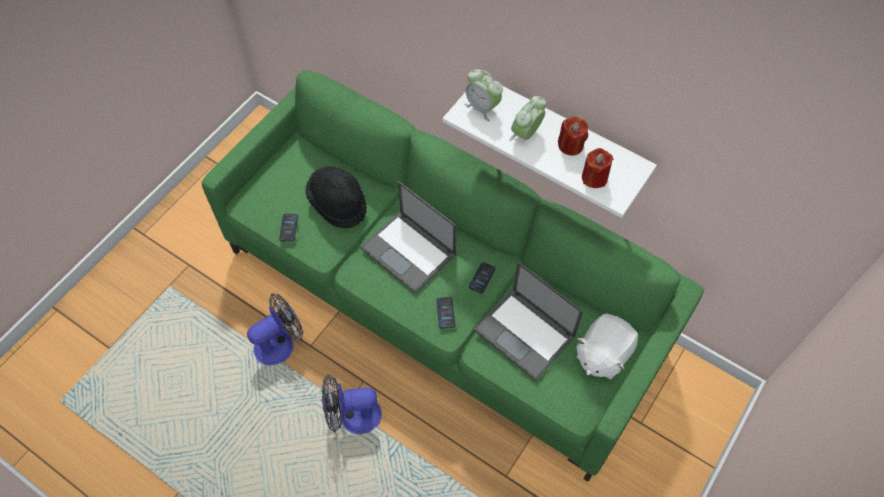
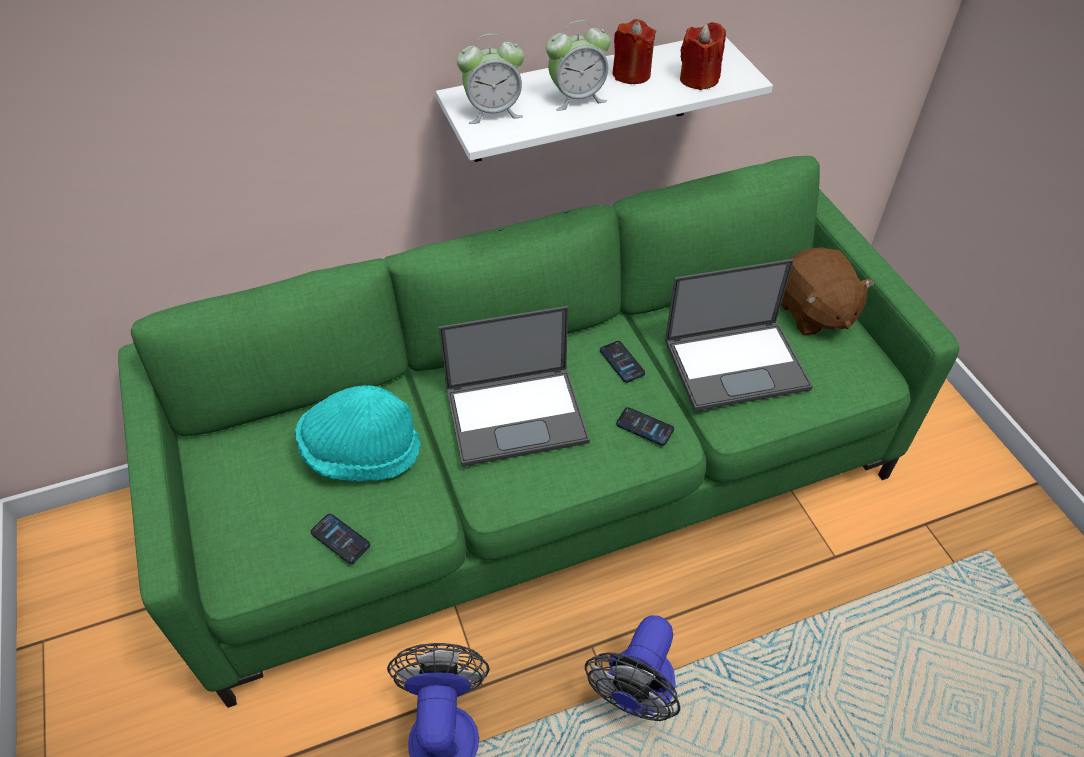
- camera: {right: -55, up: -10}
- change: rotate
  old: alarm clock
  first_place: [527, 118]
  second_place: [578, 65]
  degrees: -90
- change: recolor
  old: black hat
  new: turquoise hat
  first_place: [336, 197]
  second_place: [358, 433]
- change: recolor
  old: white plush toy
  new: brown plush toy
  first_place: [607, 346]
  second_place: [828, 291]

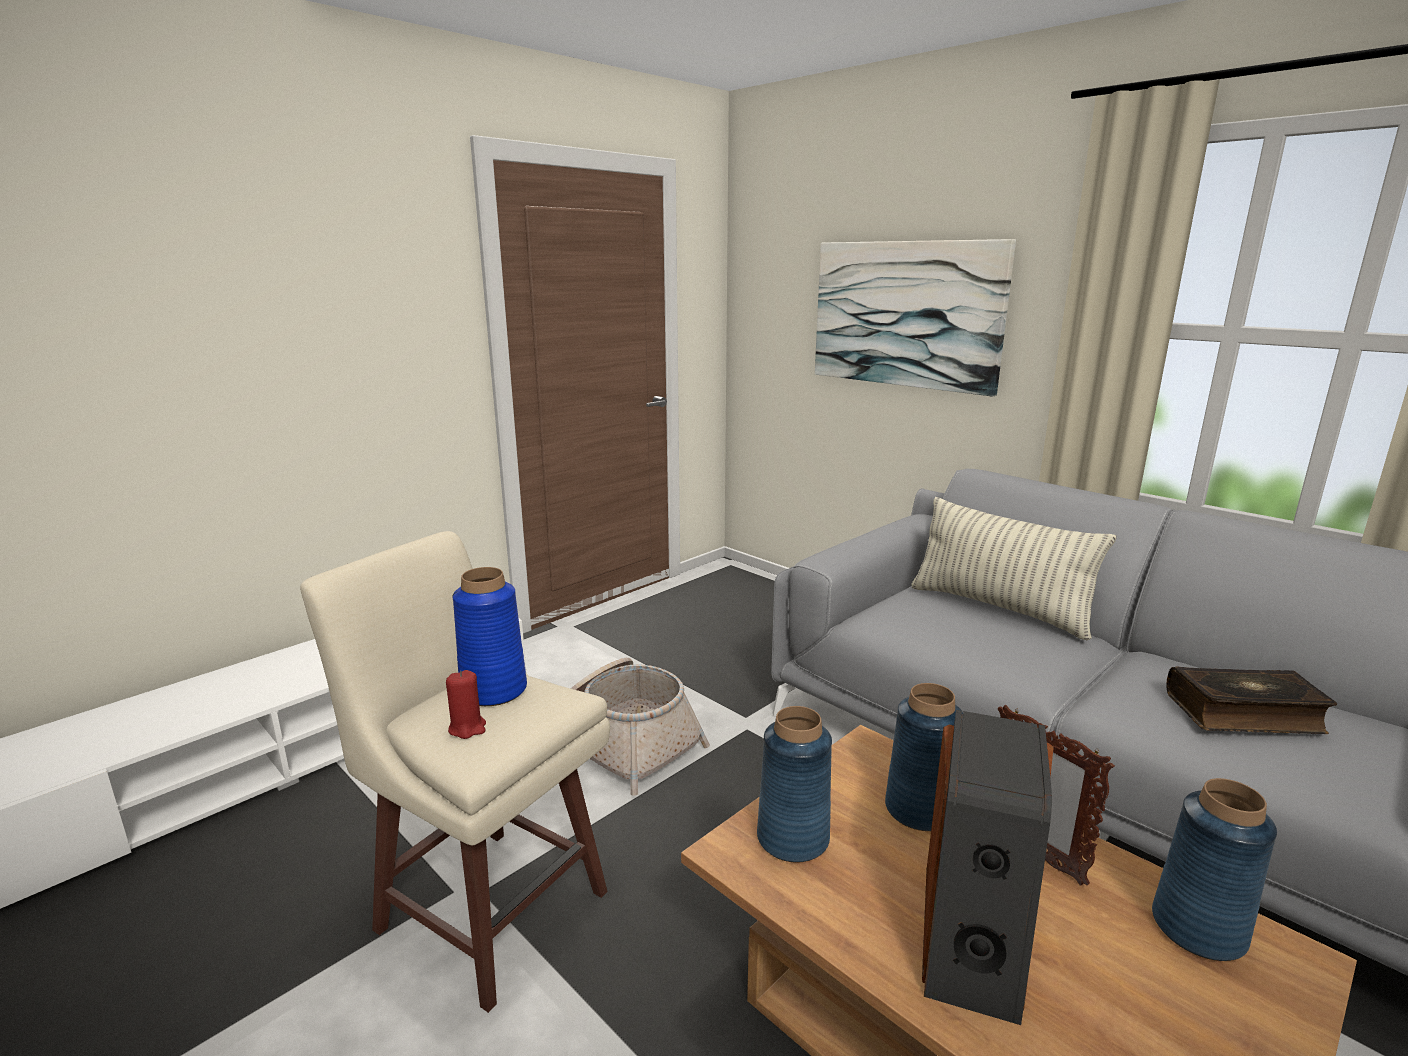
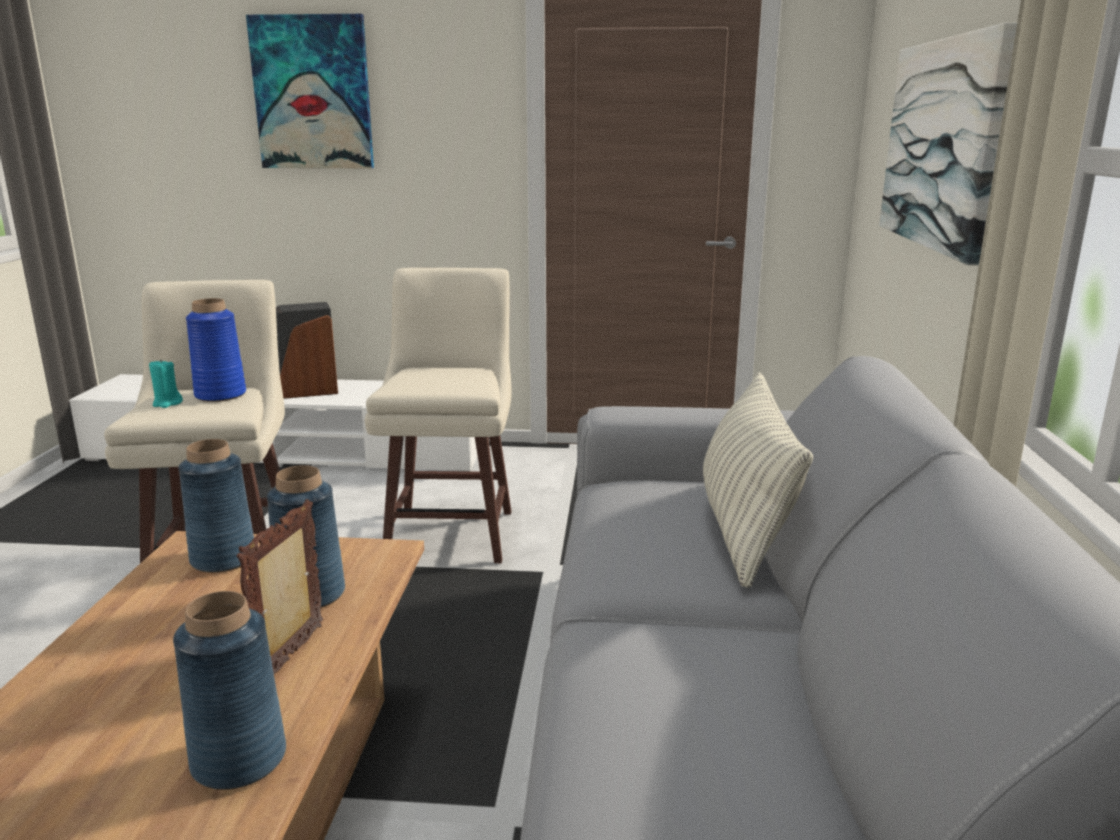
- camera: {right: 50, up: 0}
- change: replace
  old: basket
  new: beige stool
  first_place: [640, 727]
  second_place: [438, 415]
- change: delete
  old: book
  first_place: [1252, 700]
- change: recolor
  old: red candle
  new: turquoise candle
  first_place: [466, 704]
  second_place: [166, 383]
- change: move
  old: speaker
  first_place: [988, 867]
  second_place: [307, 350]
- change: insert
  new: picture
  second_place: [310, 91]

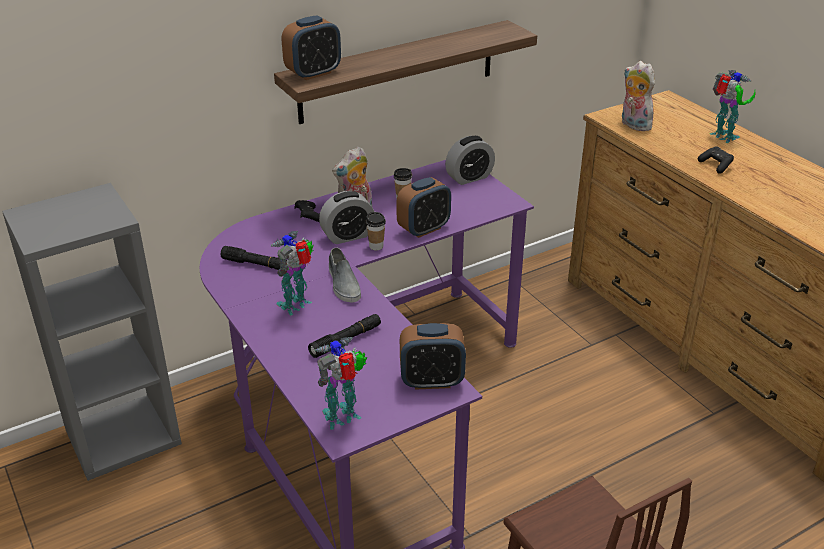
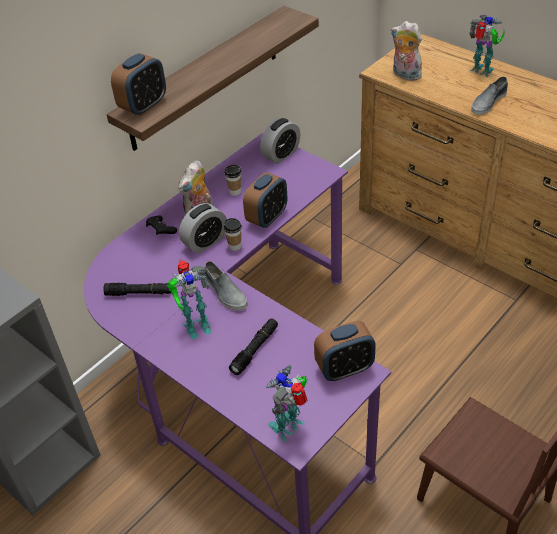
- camera: {right: -15, up: 10}
- change: replace
  old: black game controller
  new: grey shoe
  first_place: [716, 160]
  second_place: [489, 95]
- change: rotate
  old: toy robot
  first_place: [292, 273]
  second_place: [189, 299]
  degrees: -135

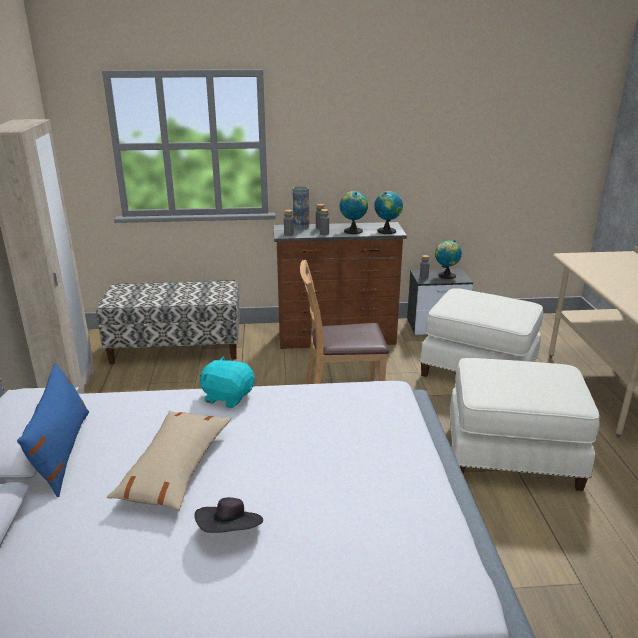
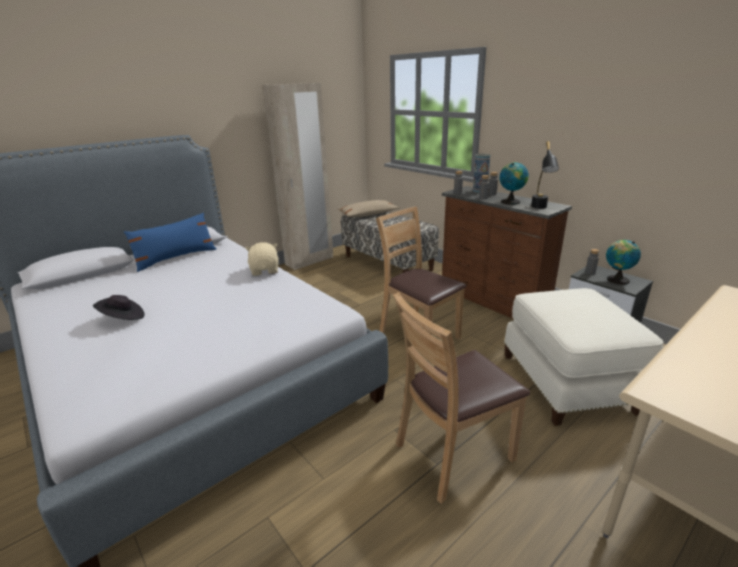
- camera: {right: 55, up: 0}
- change: replace
  old: globe
  new: black table lamp
  first_place: [388, 212]
  second_place: [545, 175]
- change: recolor
  old: turquoise plush toy
  new: beige plush toy
  first_place: [227, 382]
  second_place: [262, 259]
- change: replace
  old: white ottoman
  new: brown chair
  first_place: [524, 424]
  second_place: [461, 398]
- change: move
  old: beige pillow
  first_place: [169, 461]
  second_place: [369, 208]

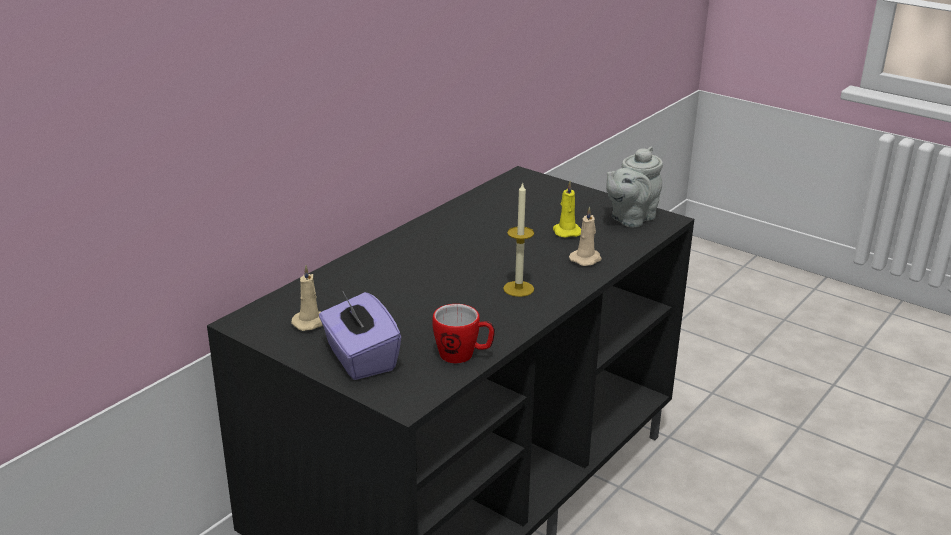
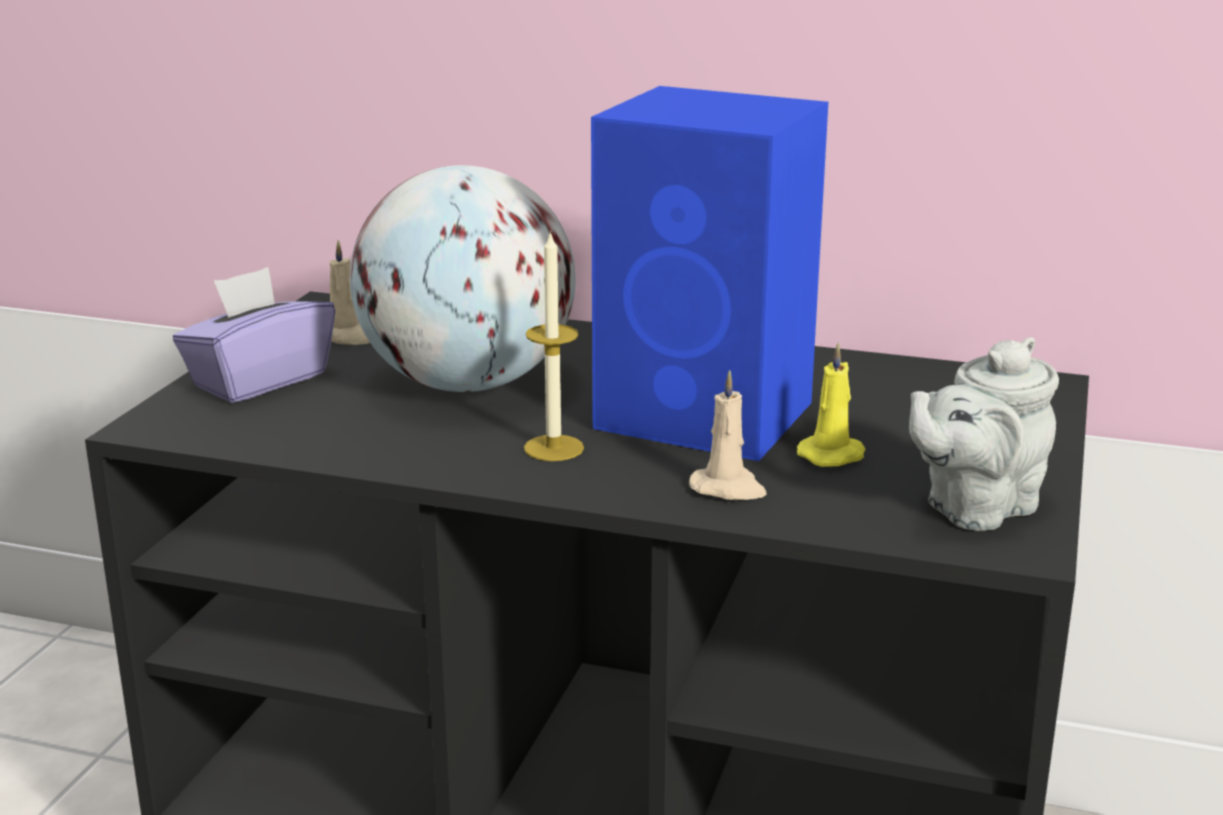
- camera: {right: 70, up: -5}
- change: rotate
  old: grey teapot
  first_place: [634, 187]
  second_place: [984, 434]
  degrees: -60
- change: delete
  old: mug
  first_place: [464, 333]
- change: insert
  new: blue speaker
  second_place: [709, 273]
- change: insert
  new: globe
  second_place: [462, 278]

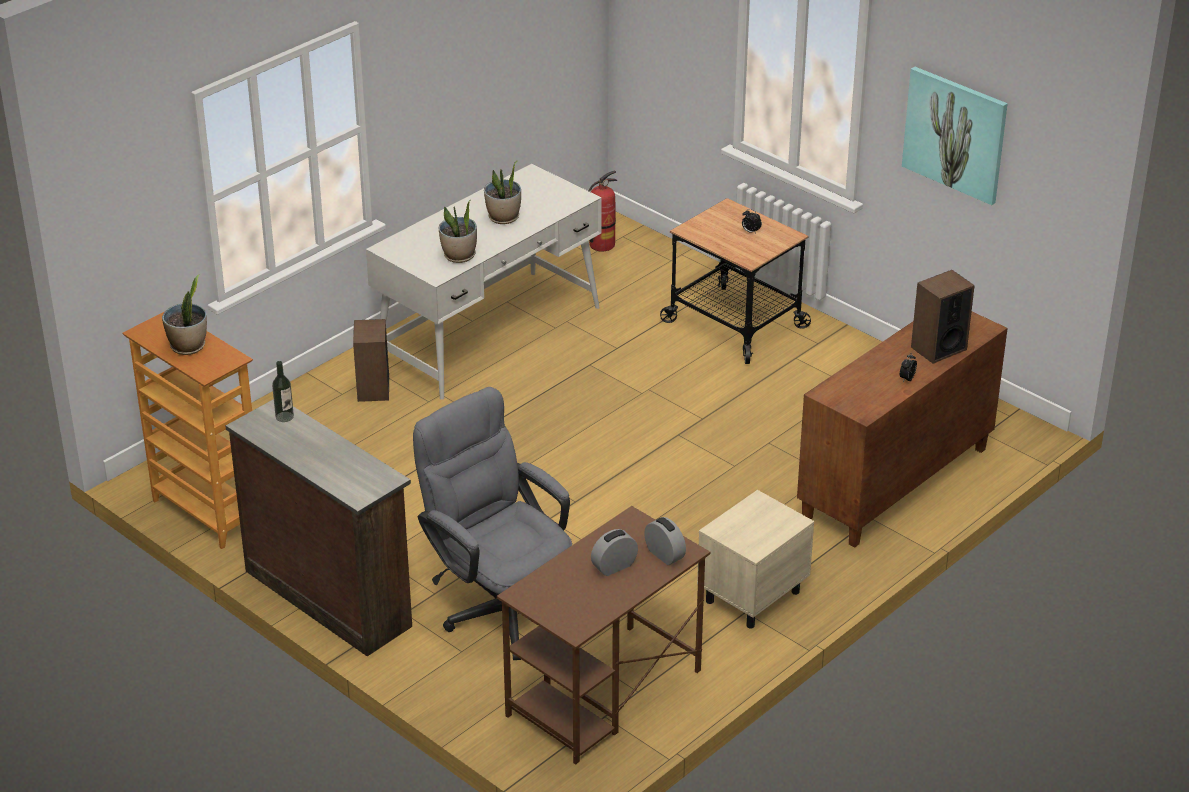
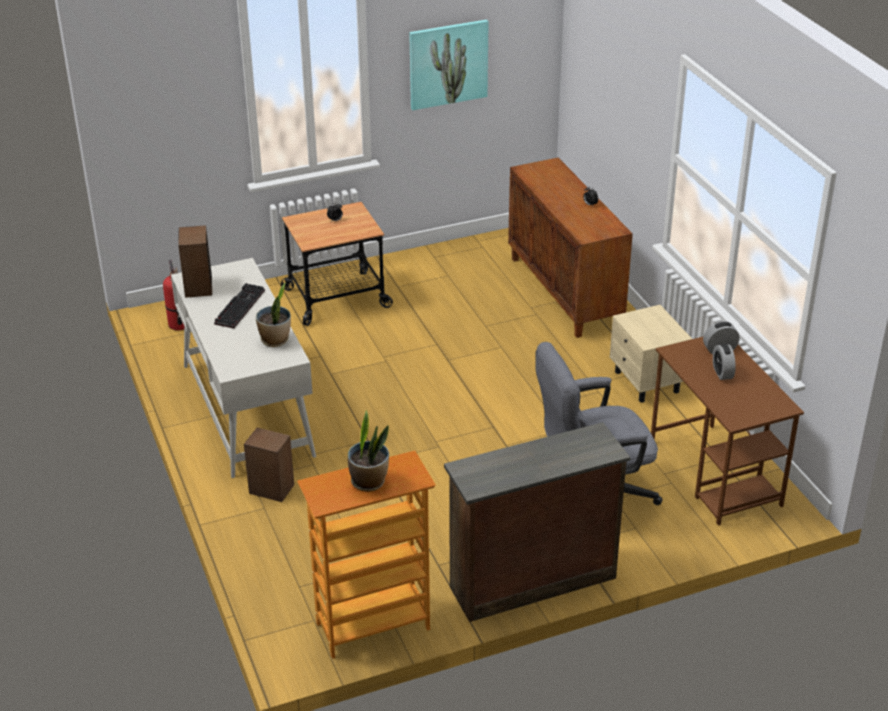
- camera: {right: -65, up: 0}
- change: replace
  old: potted plant
  new: keyboard
  first_place: [502, 192]
  second_place: [239, 305]
- change: move
  old: speaker
  first_place: [943, 317]
  second_place: [195, 261]
- change: delete
  old: bottle
  first_place: [283, 391]

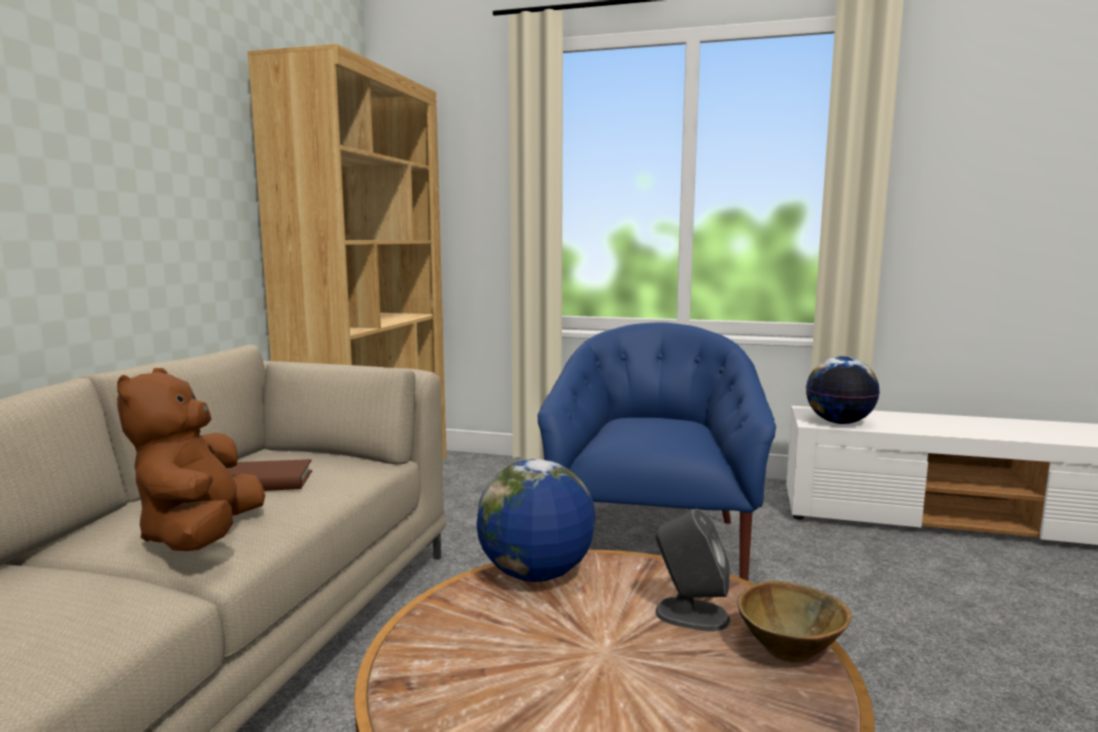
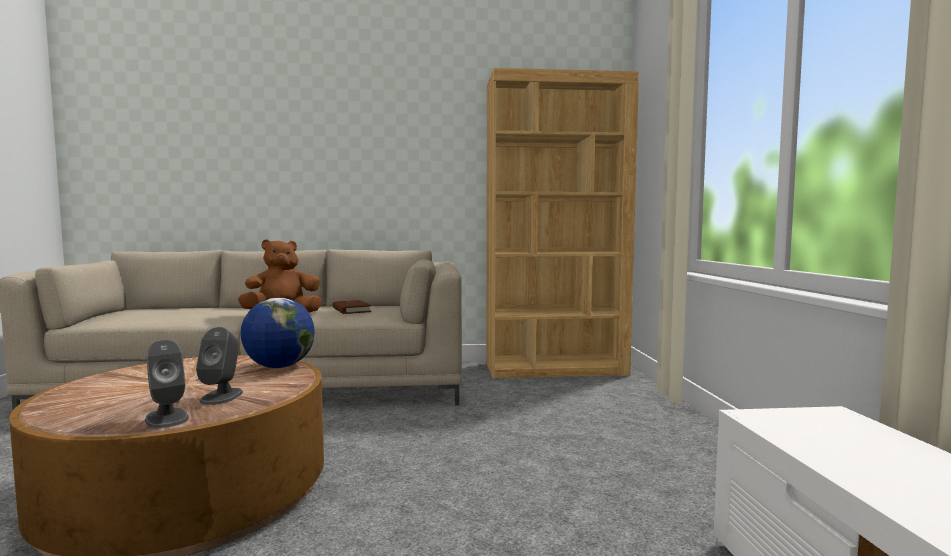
- camera: {right: 70, up: -5}
- change: delete
  old: blue armchair
  first_place: [656, 451]
- change: delete
  old: globe
  first_place: [843, 390]
- change: replace
  old: brown bowl
  new: grey speaker
  first_place: [794, 621]
  second_place: [167, 384]

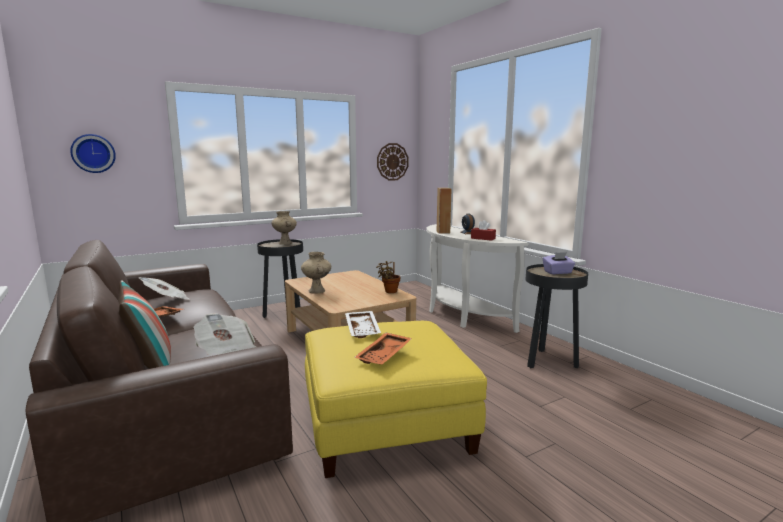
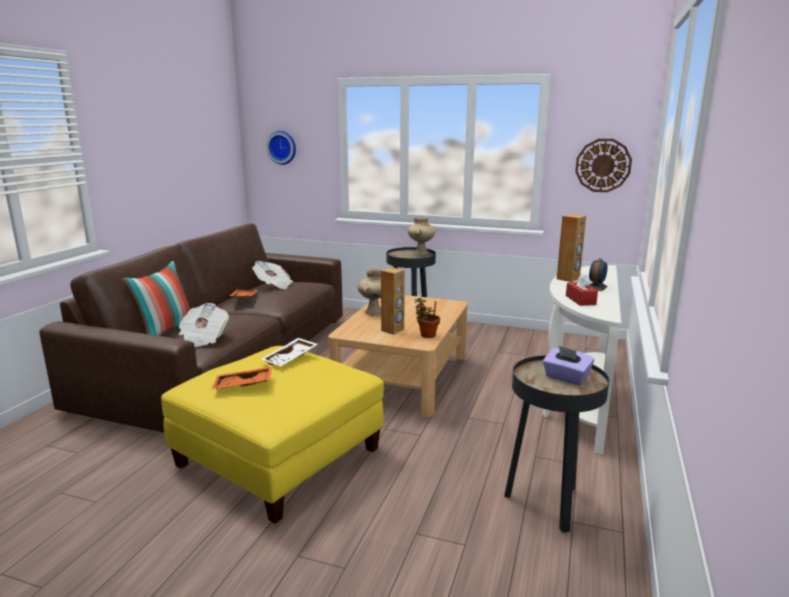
- camera: {right: 50, up: 5}
- change: insert
  new: brown speaker
  second_place: [393, 300]

